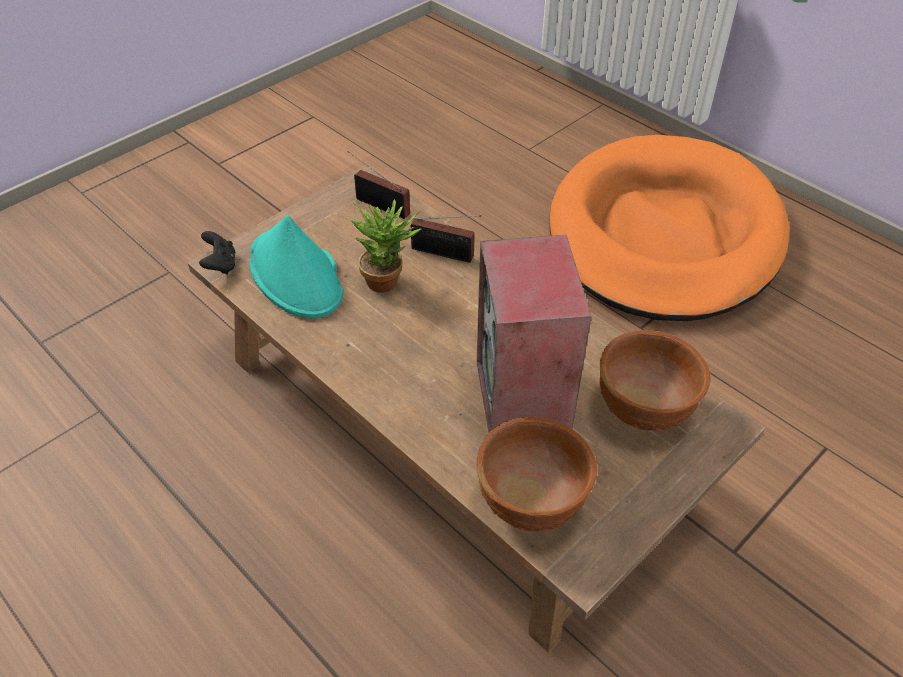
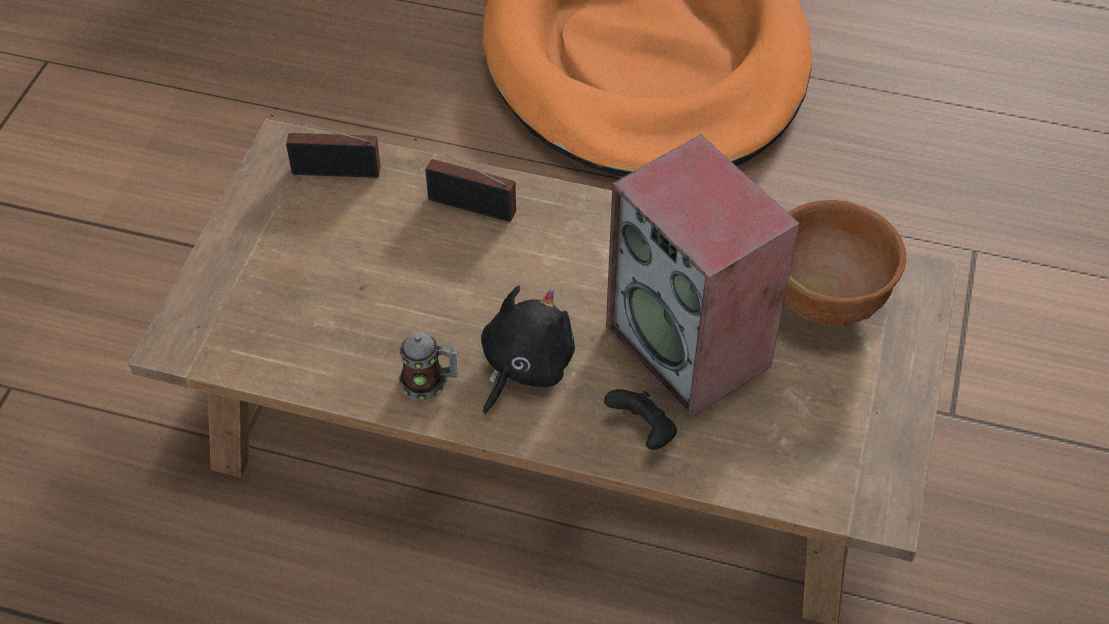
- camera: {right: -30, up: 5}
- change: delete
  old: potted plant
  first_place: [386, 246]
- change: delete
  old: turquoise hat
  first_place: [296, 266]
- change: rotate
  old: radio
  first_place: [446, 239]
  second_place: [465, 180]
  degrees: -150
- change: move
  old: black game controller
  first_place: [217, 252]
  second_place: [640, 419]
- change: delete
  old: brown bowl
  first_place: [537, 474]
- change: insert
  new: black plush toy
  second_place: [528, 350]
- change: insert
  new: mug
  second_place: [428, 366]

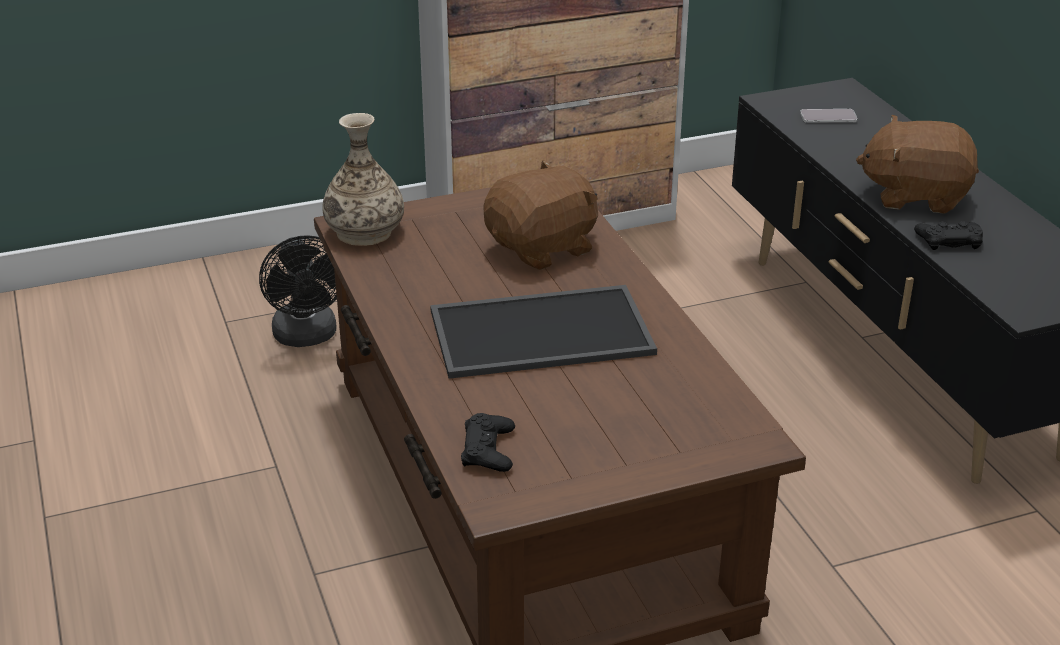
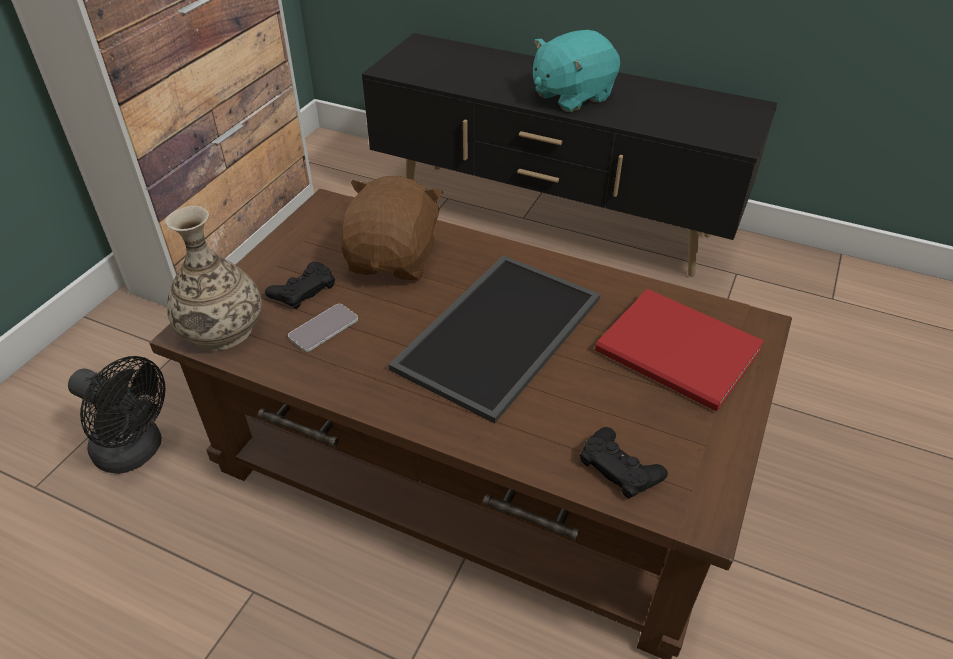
- camera: {right: -45, up: 10}
- change: move
  old: phone
  first_place: [829, 116]
  second_place: [323, 328]
- change: recolor
  old: brown plush toy
  new: turquoise plush toy
  first_place: [917, 164]
  second_place: [576, 71]
- change: move
  old: black game controller
  first_place: [948, 235]
  second_place: [300, 285]
- change: insert
  new: red book
  second_place: [679, 350]

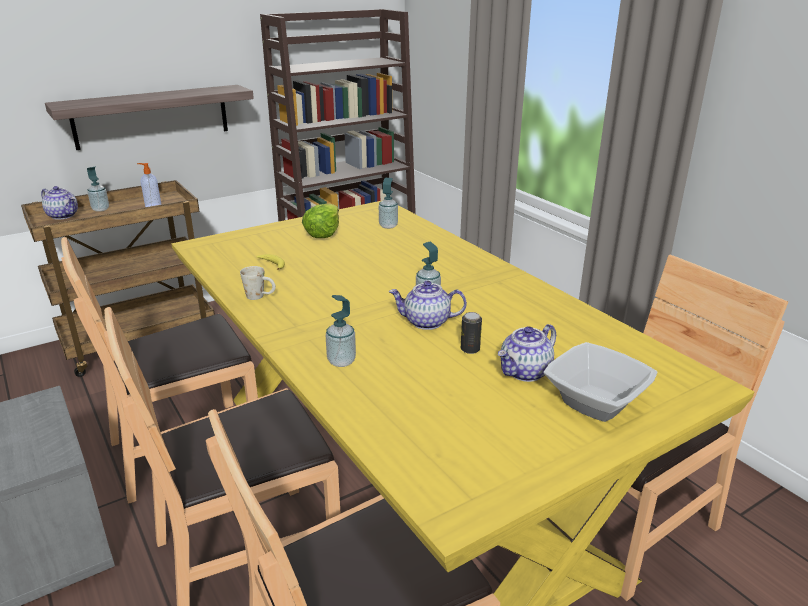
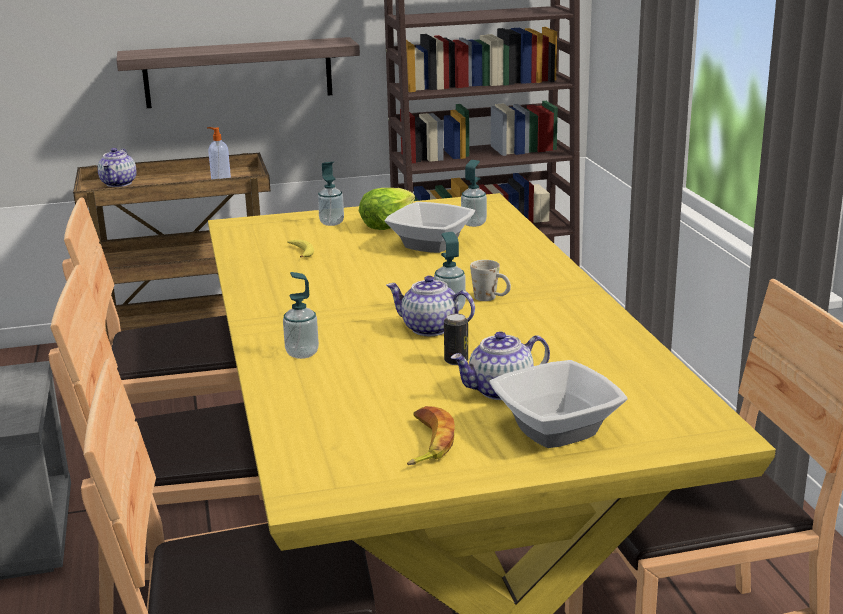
- camera: {right: 20, up: -5}
- change: move
  old: soap dispenser
  first_place: [98, 189]
  second_place: [331, 194]
- change: rotate
  old: teapot
  first_place: [59, 203]
  second_place: [117, 167]
  degrees: 45
- change: move
  old: white mug
  first_place: [258, 283]
  second_place: [490, 280]
- change: insert
  new: bowl
  second_place: [429, 227]
- change: insert
  new: banana
  second_place: [431, 435]

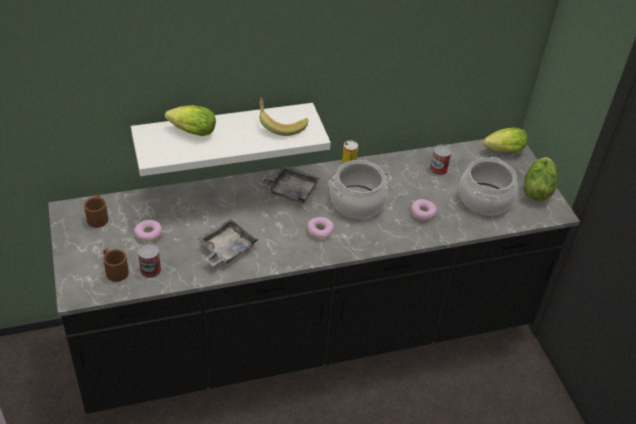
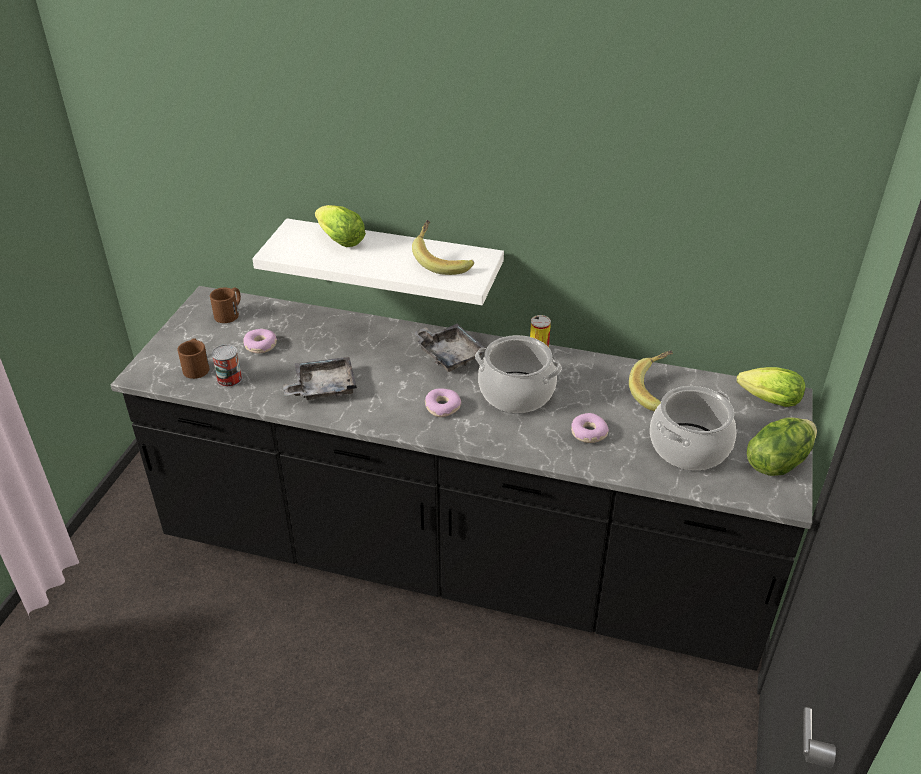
- camera: {right: 35, up: -5}
- change: replace
  old: can
  new: banana
  first_place: [441, 160]
  second_place: [651, 381]

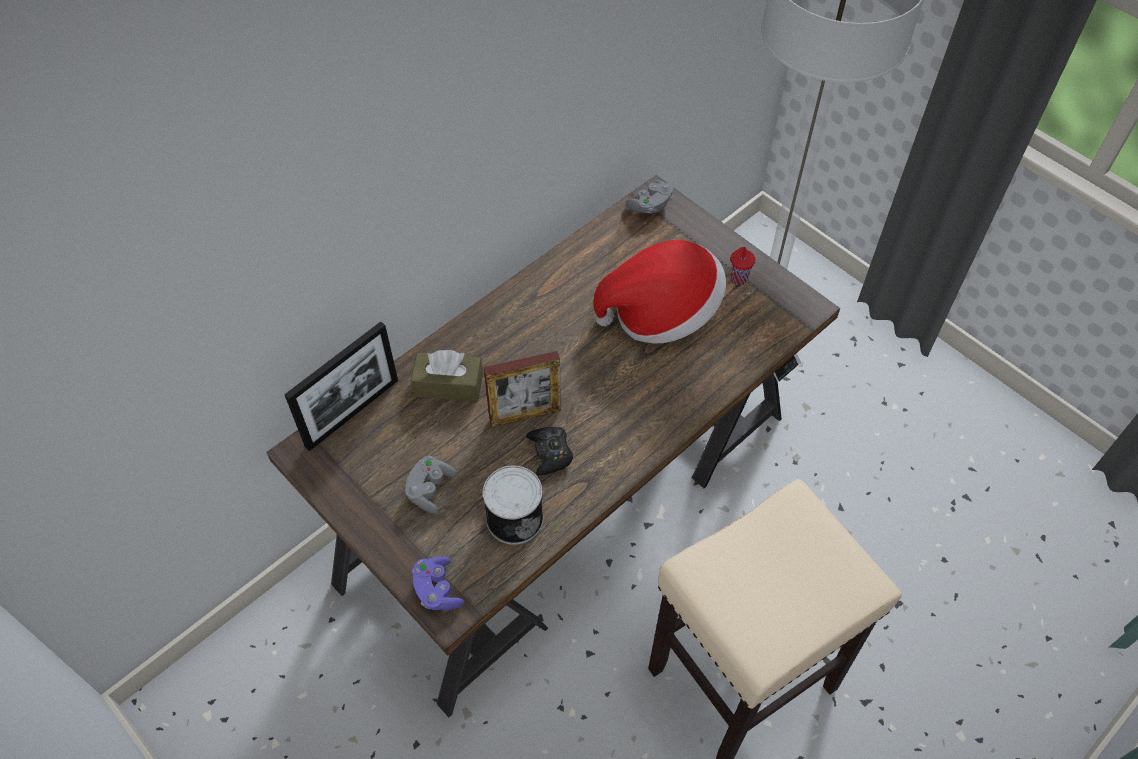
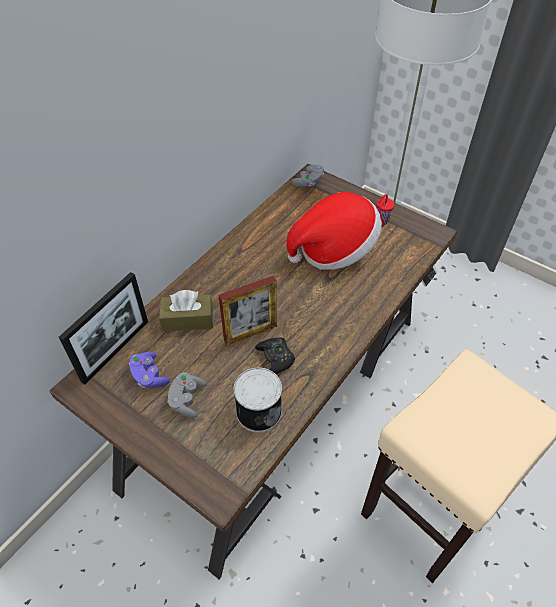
- camera: {right: -10, up: -5}
- change: move
  old: purple game controller
  first_place: [438, 583]
  second_place: [149, 370]

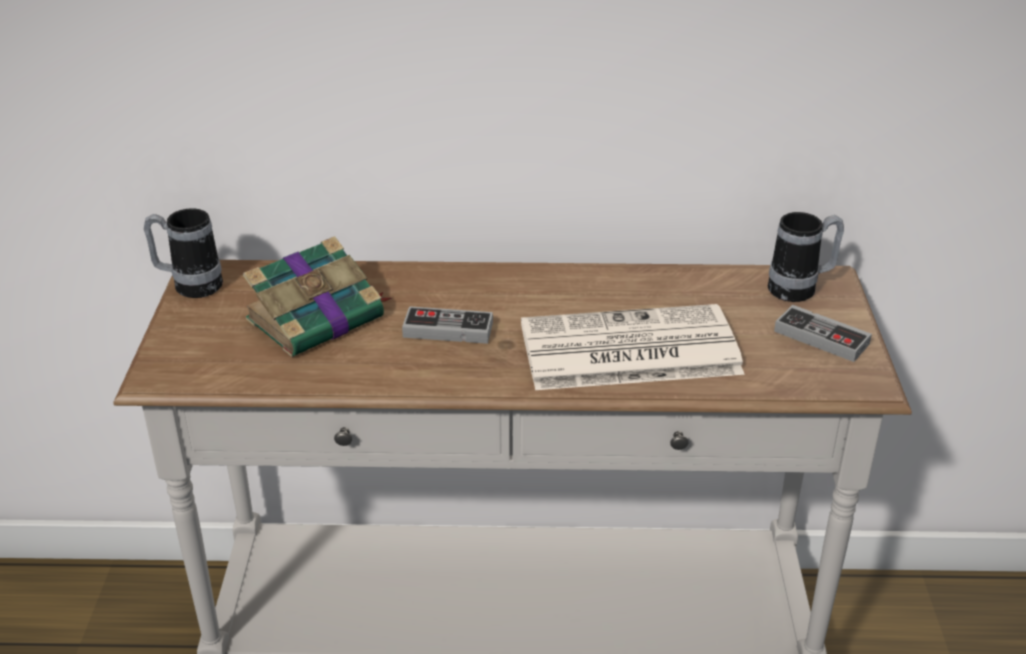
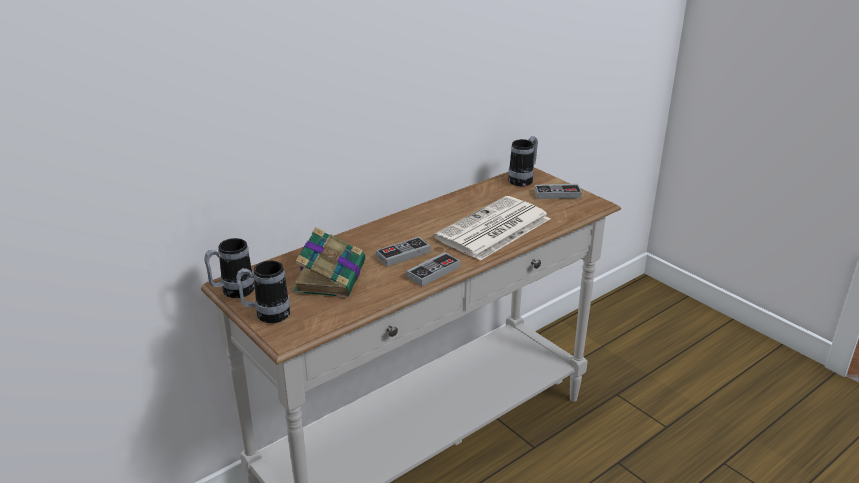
- camera: {right: -40, up: -5}
- change: insert
  new: game controller
  second_place: [433, 269]
- change: insert
  new: mug
  second_place: [263, 292]

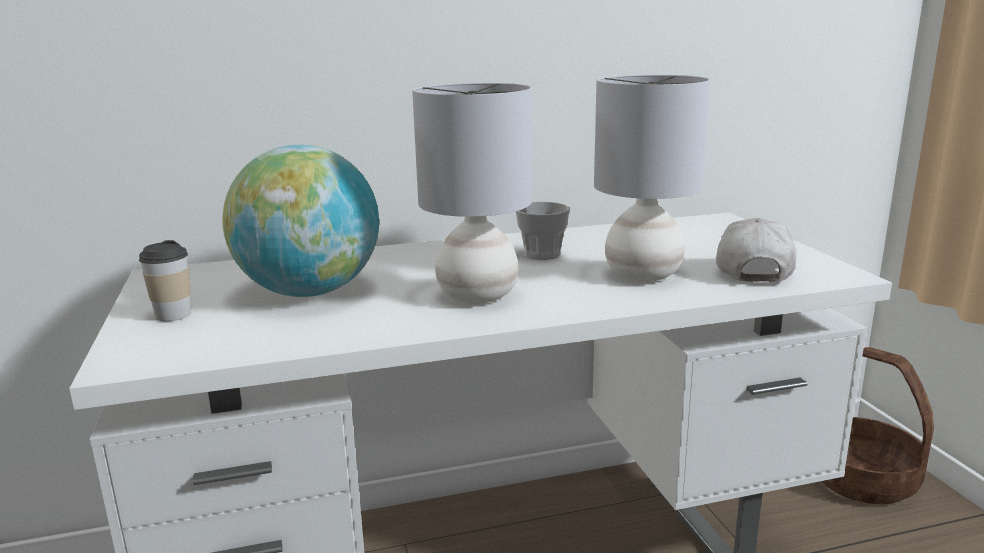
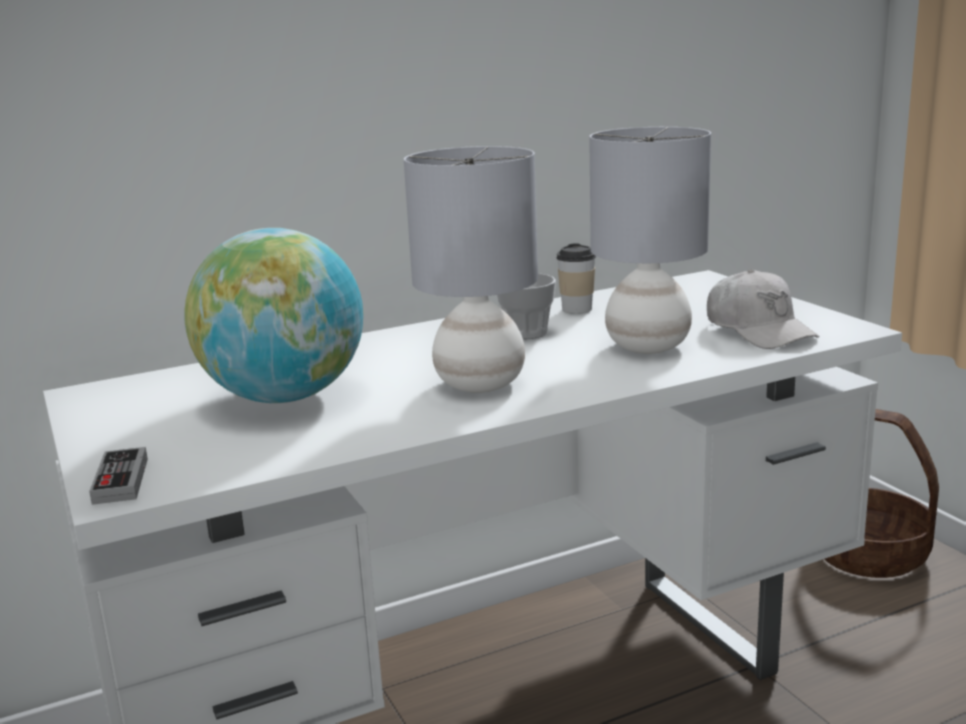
- camera: {right: -10, up: 0}
- change: rotate
  old: white cap
  first_place: [756, 250]
  second_place: [763, 309]
  degrees: 150
- change: move
  old: cup
  first_place: [165, 280]
  second_place: [576, 278]
- change: insert
  new: game controller
  second_place: [118, 476]

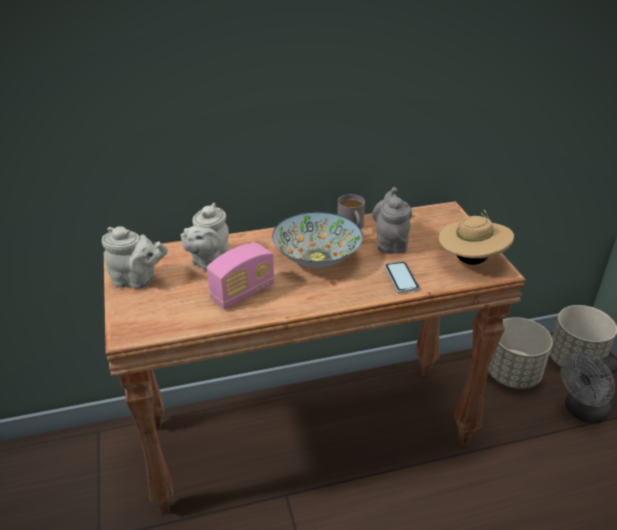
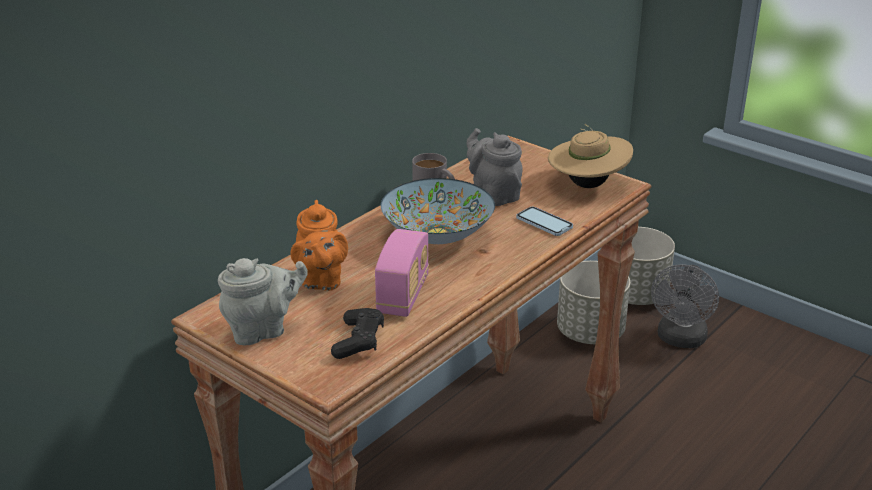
- camera: {right: -35, up: -5}
- change: recolor
  old: grey teapot
  new: orange teapot
  first_place: [204, 237]
  second_place: [319, 245]
- change: insert
  new: black game controller
  second_place: [357, 333]

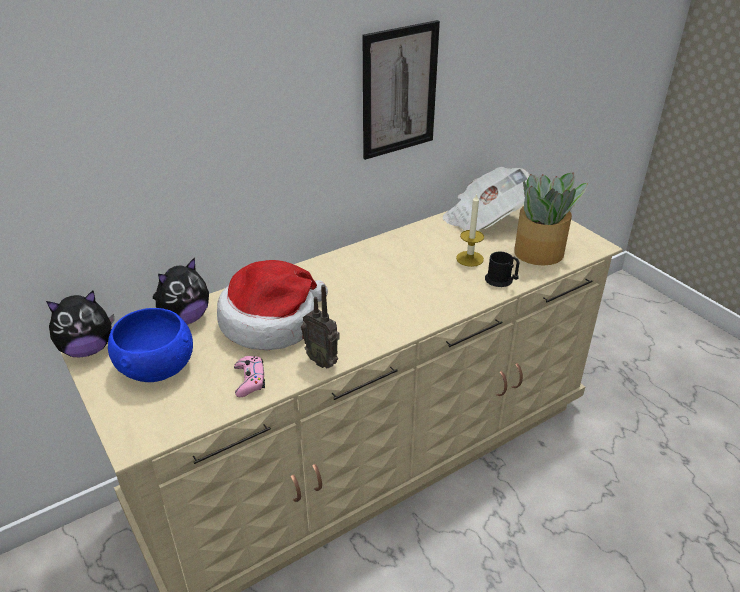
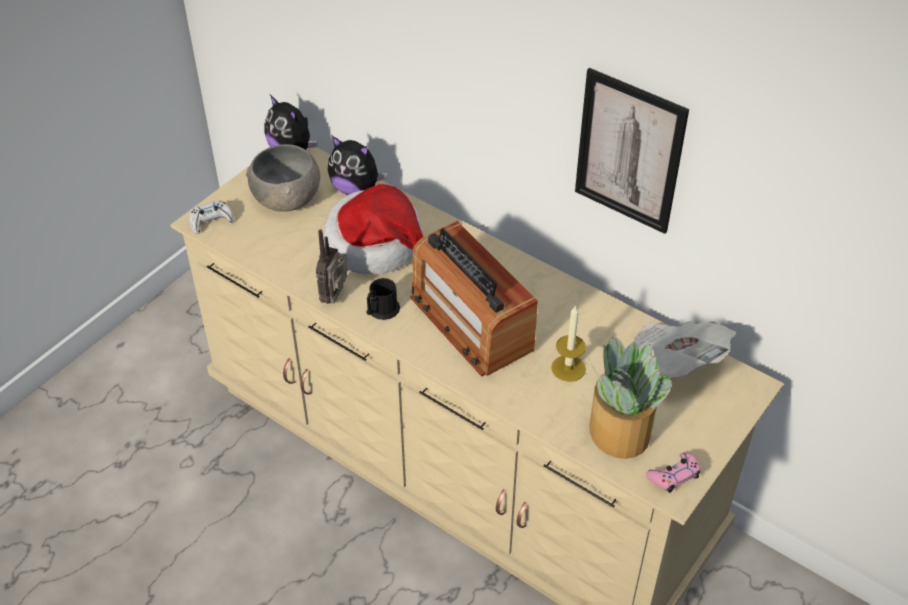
- camera: {right: 70, up: 10}
- change: move
  old: black mug
  first_place: [502, 269]
  second_place: [383, 299]
- change: recolor
  old: blue bowl
  new: grey bowl
  first_place: [150, 345]
  second_place: [283, 178]
- change: move
  old: pink game controller
  first_place: [249, 376]
  second_place: [673, 472]
- change: insert
  new: white game controller
  second_place: [211, 217]
- change: insert
  new: radio
  second_place: [474, 299]

